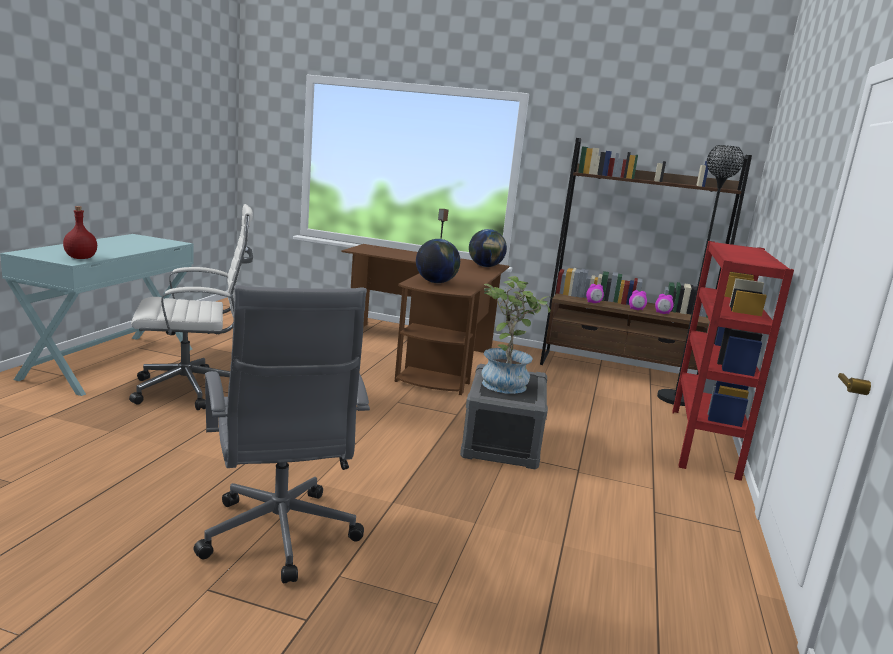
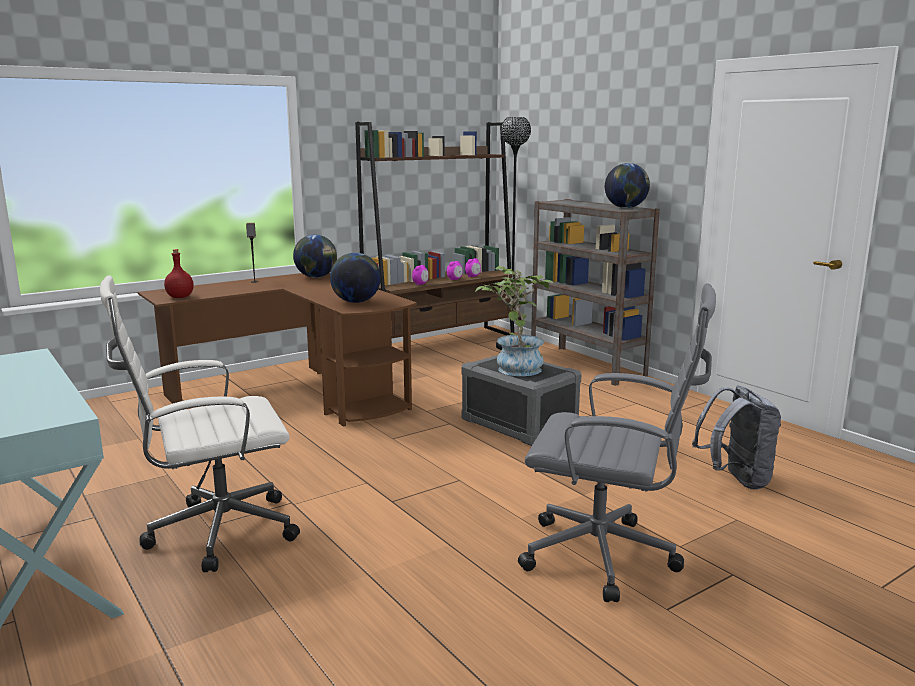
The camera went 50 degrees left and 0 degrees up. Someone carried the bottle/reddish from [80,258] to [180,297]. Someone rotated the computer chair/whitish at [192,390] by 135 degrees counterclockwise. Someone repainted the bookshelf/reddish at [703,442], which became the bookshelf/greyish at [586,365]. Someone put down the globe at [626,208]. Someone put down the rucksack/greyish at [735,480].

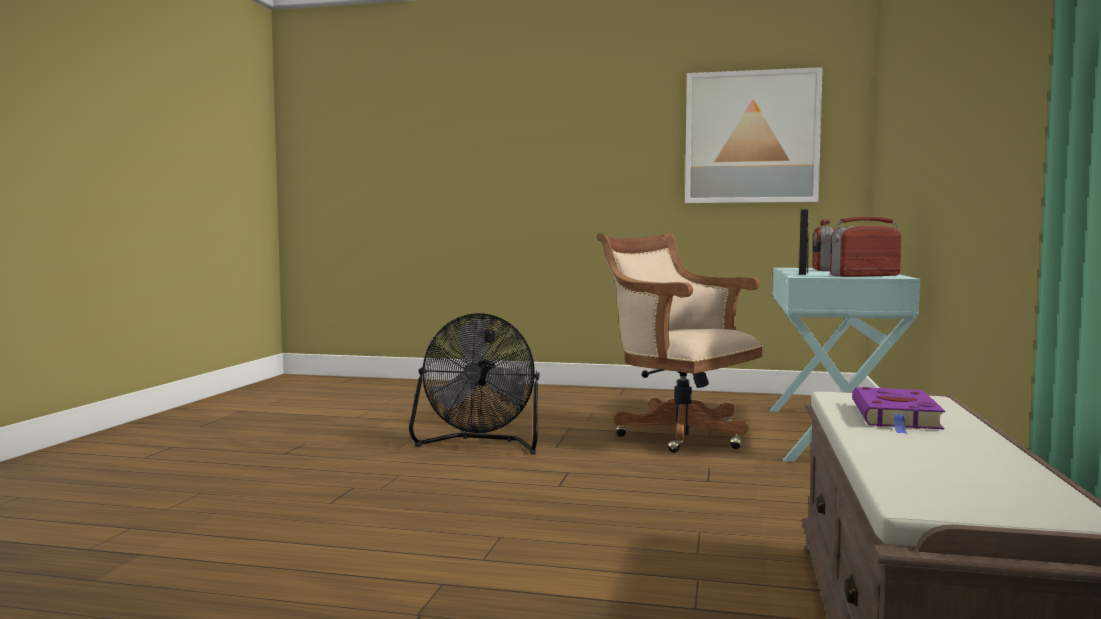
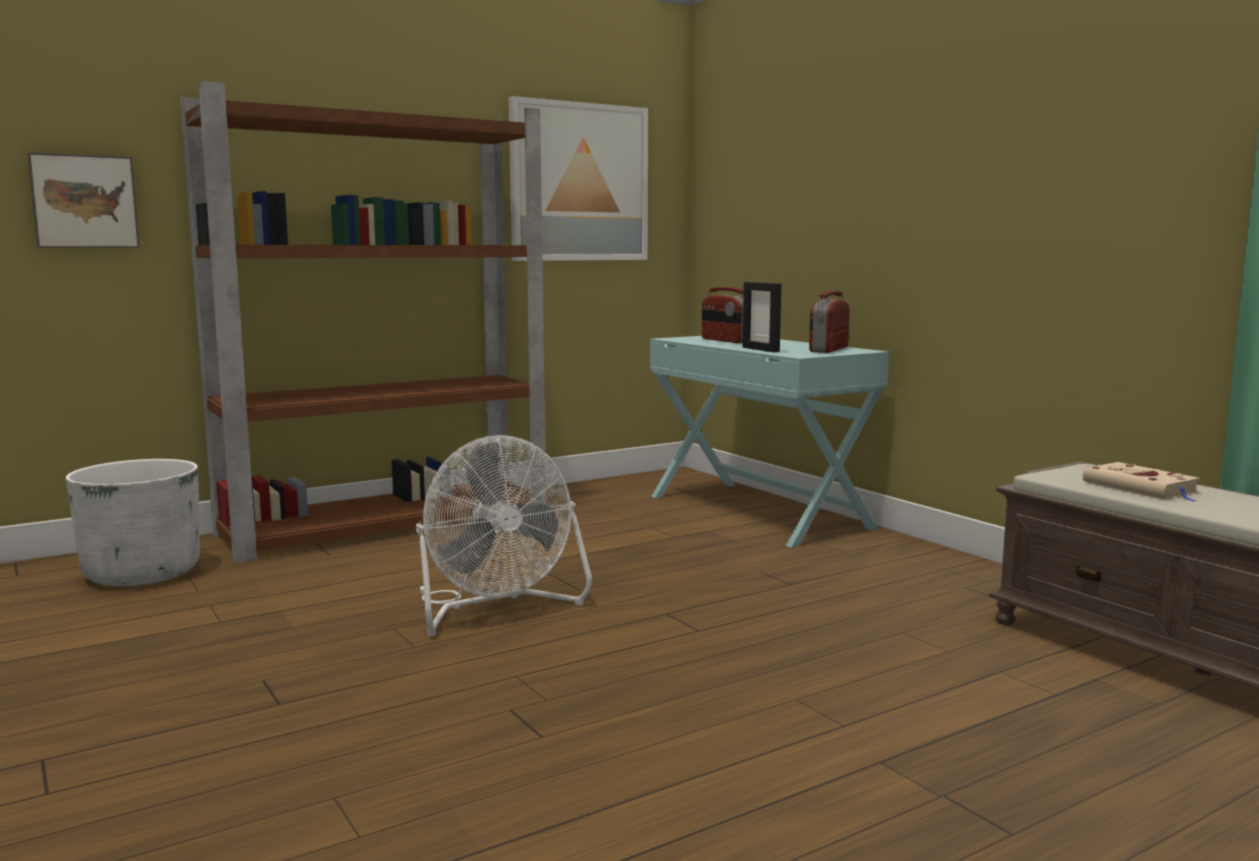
The camera went 45 degrees left and 5 degrees up. Someone repainted the cooling fan/black at [478,443], which became the cooling fan/whitish at [489,610]. Someone took away the computer chair at [677,436]. Someone repainted the book/purple-coloured at [896,417], which became the book/beige at [1142,488]. Someone put up the wall art at [84,201]. Someone put down the flower pot/whitish at [142,573]. Someone put down the bookshelf/brown-coloured at [386,524].

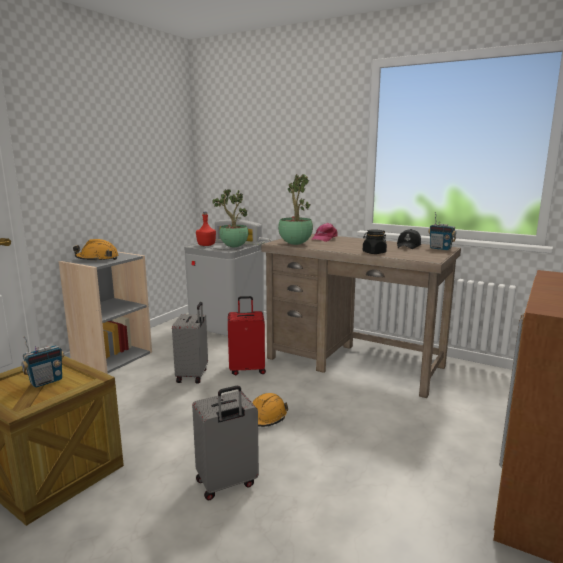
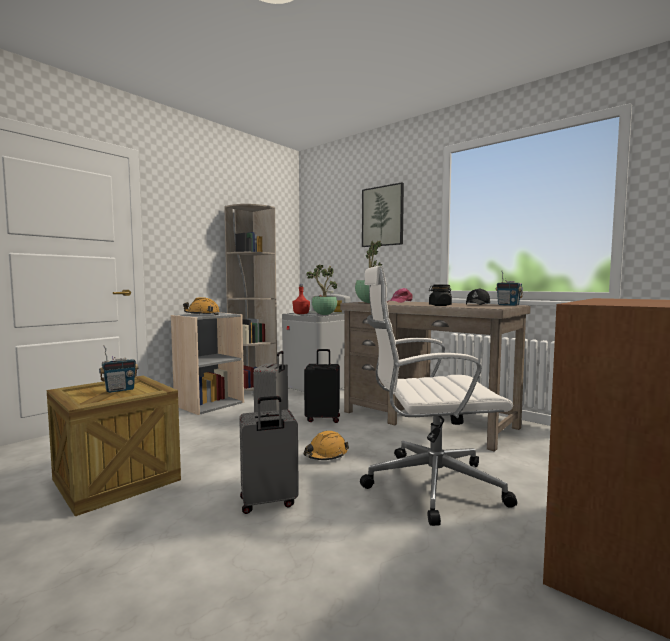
The camera went 10 degrees right and 10 degrees down. Someone repainted the piece of luggage/reddish at [247,369], which became the piece of luggage/black at [323,419]. Someone put down the bookshelf/beige at [253,391]. Someone put down the computer chair/whitish at [429,485]. Someone put up the wall art at [383,216].

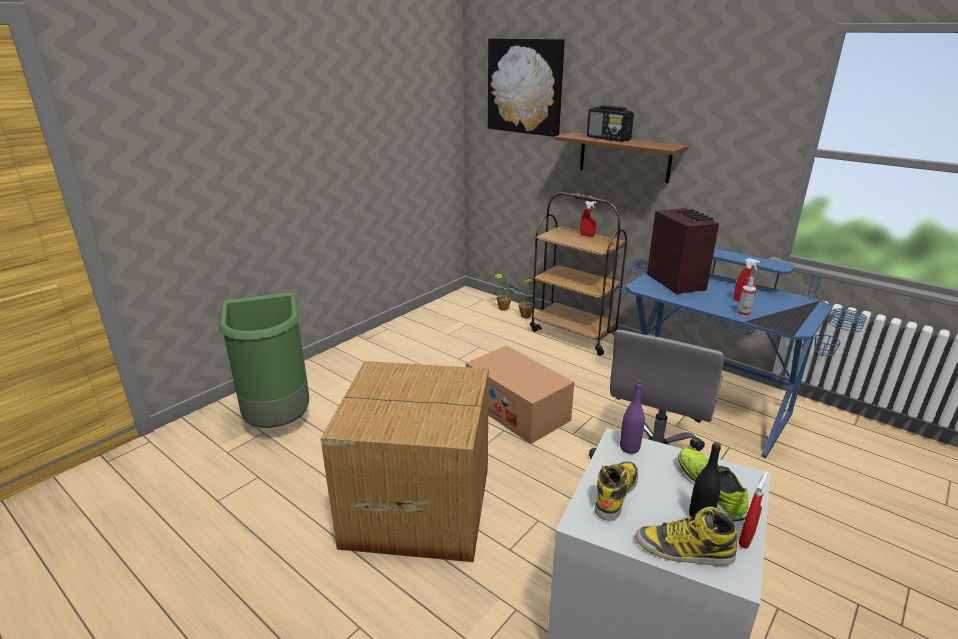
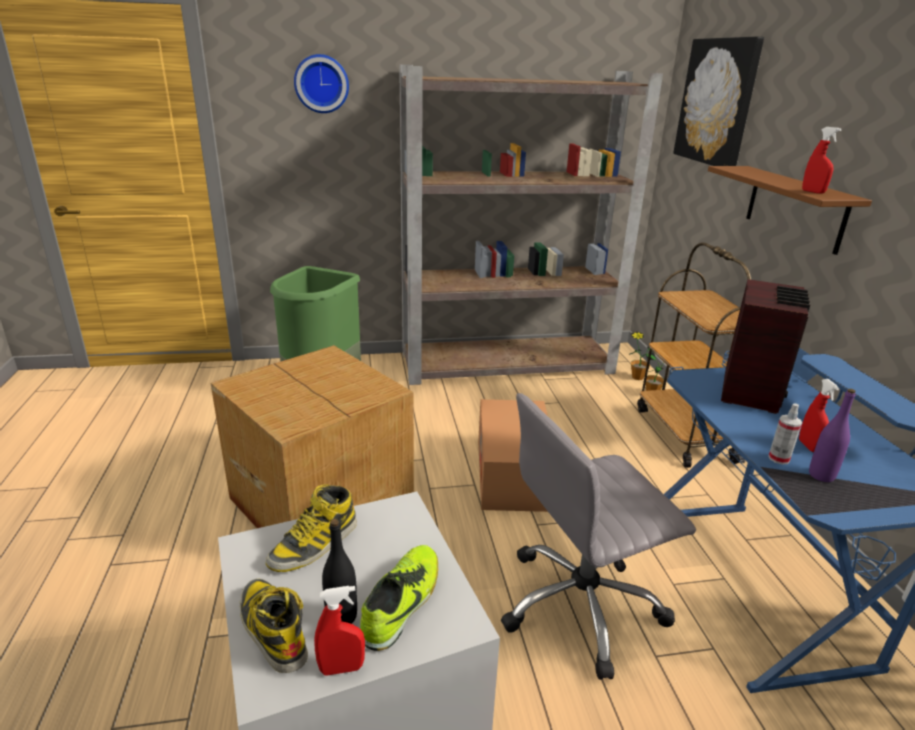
The camera went 40 degrees right and 0 degrees up. Someone carried the hand sprayer/reddish from [587,235] to [813,192]. Someone took away the radio set at [608,139]. Someone rotated the boot at [616,493] by 150 degrees clockwise. Someone carried the bottle/purple-coloured from [629,448] to [821,475]. Someone put up the wall clock at [321,84]. Someone put down the bookshelf/brown-coloured at [507,363].

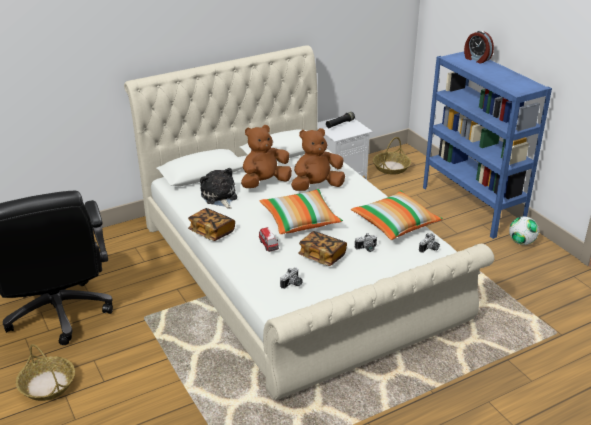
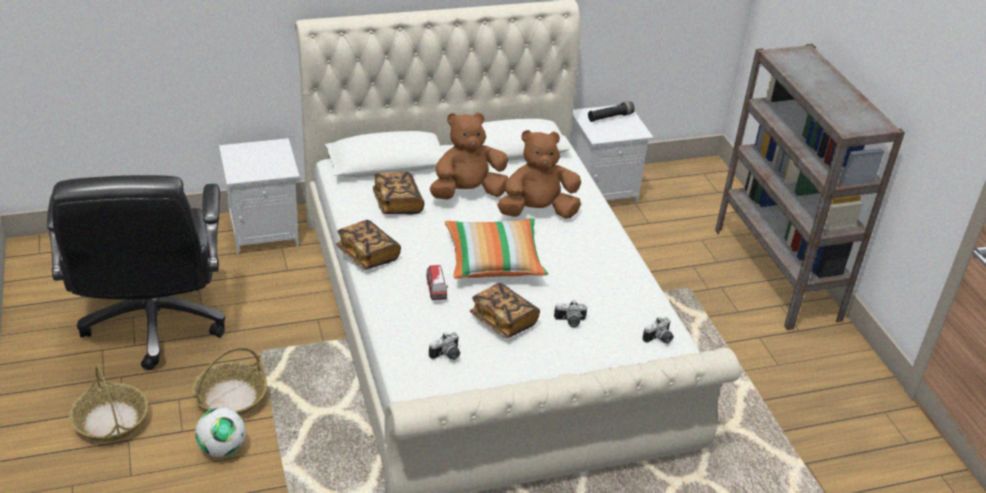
The camera went 10 degrees right and 5 degrees up. Someone swapped the cuddly toy at [219,197] for the book at [397,203]. Someone took away the pillow at [395,224]. Someone carried the basket from [391,167] to [231,397]. Someone repainted the bookshelf/blue at [472,206], which became the bookshelf/greyish at [776,274]. Someone took away the bedside clock at [476,59]. Someone carried the football from [521,242] to [222,448]. Someone put down the bedside table/greyish at [265,230].

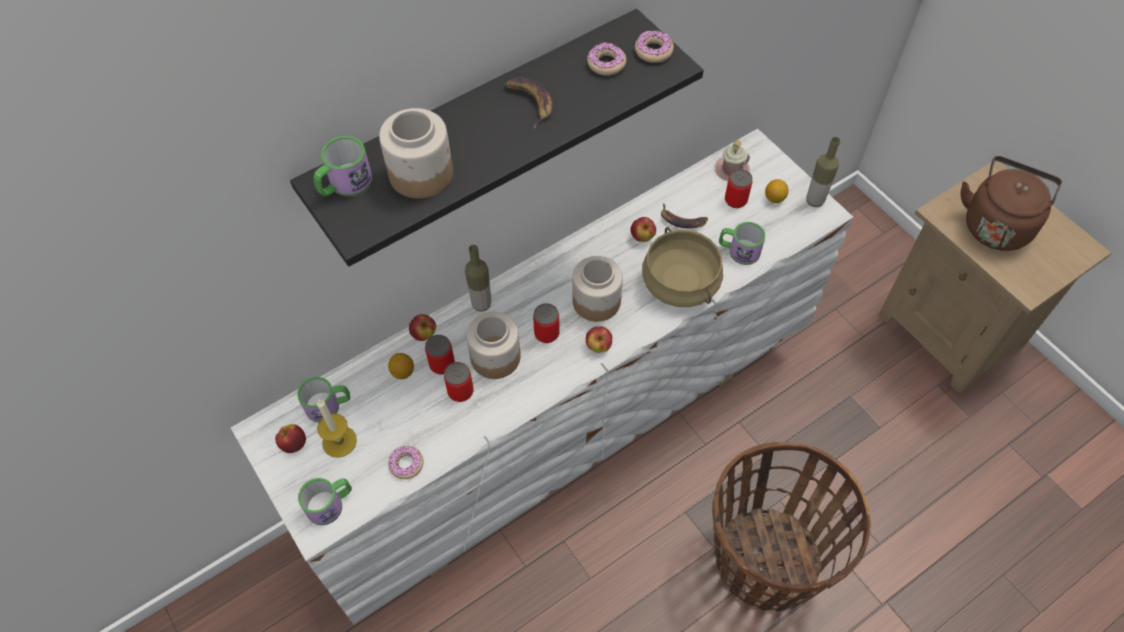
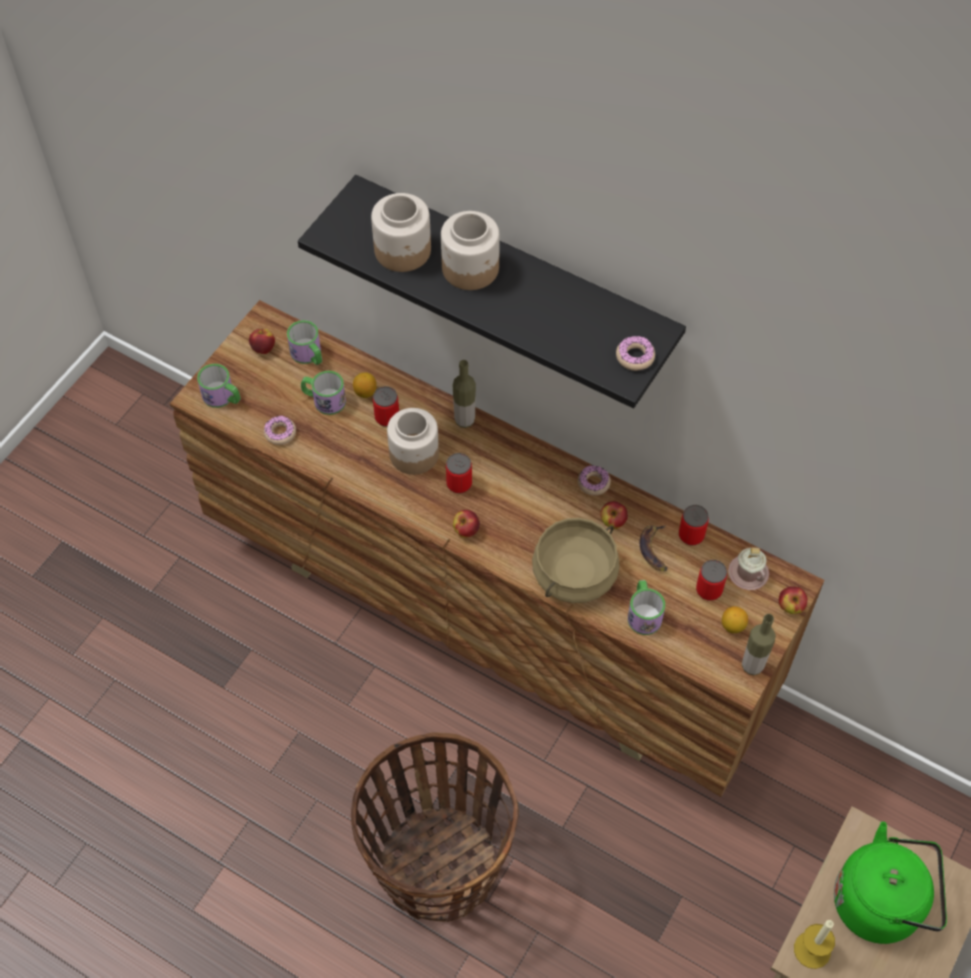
The camera went 65 degrees right and 0 degrees up. Someone repainted the cupboard/whitish at [564,434], which became the cupboard/brown-coloured at [488,622]. Someone carried the mug from [344,184] to [324,400]. Someone carried the wax candle from [339,441] to [812,950]. Someone carried the apple from [424,334] to [790,606]. Someone carried the can from [460,391] to [691,535]. Someone took away the banana at [529,102]. Someone carried the preserve jar from [597,301] to [471,268]. Someone carried the ring doughnut from [606,63] to [593,483]. Someone repainted the kettle/brown-coloured at [997,224], which became the kettle/green at [882,902].

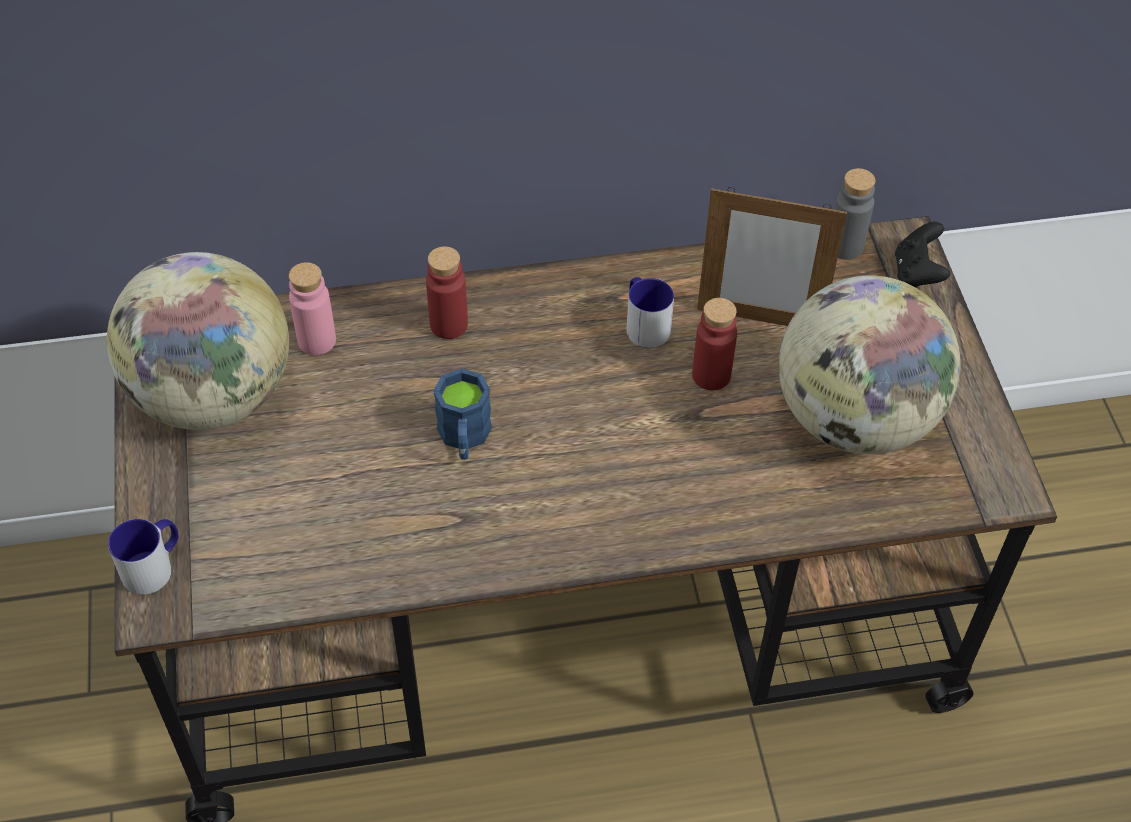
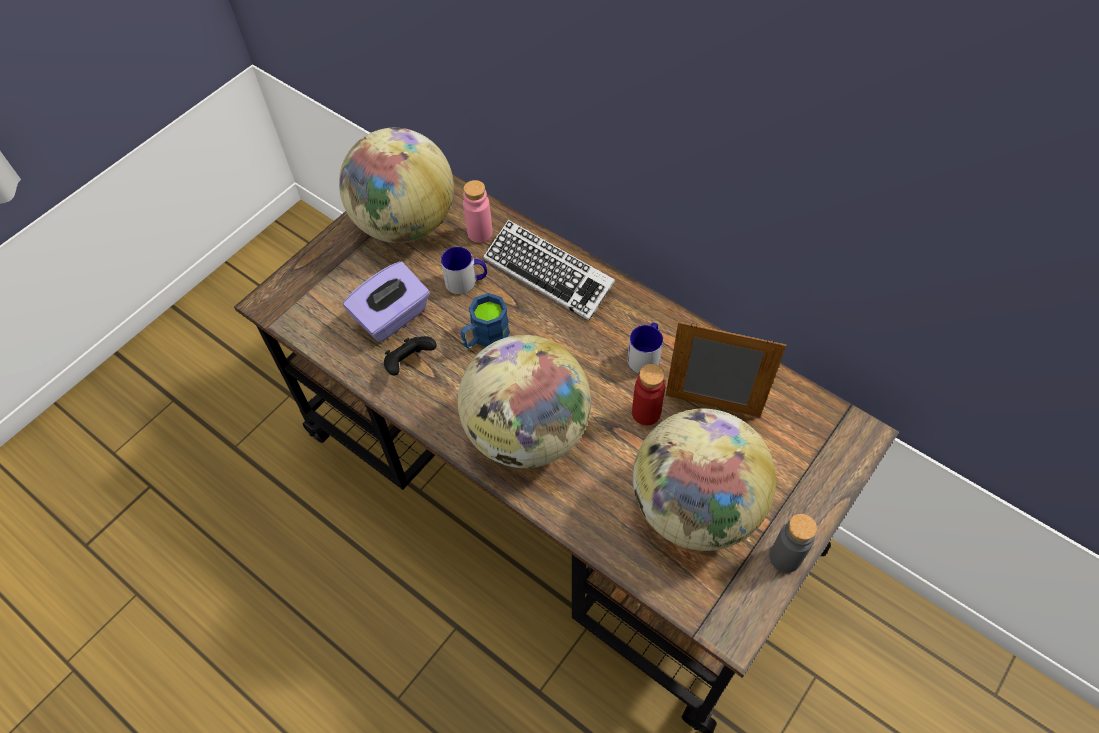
The camera went 50 degrees right and 5 degrees up. Someone carried the mug from [154,566] to [466,281]. Someone swapped the bottle/reddish at [449,324] for the PC keyboard at [548,274]. Someone rotated the picture frame at [759,320] by 135 degrees clockwise. Someone carried the bottle/greyish from [845,246] to [785,557]. Someone carried the gamepad/black from [917,273] to [409,363]. Someone put down the tissue box/purple-coloured at [392,317]. Someone put down the globe at [527,433].

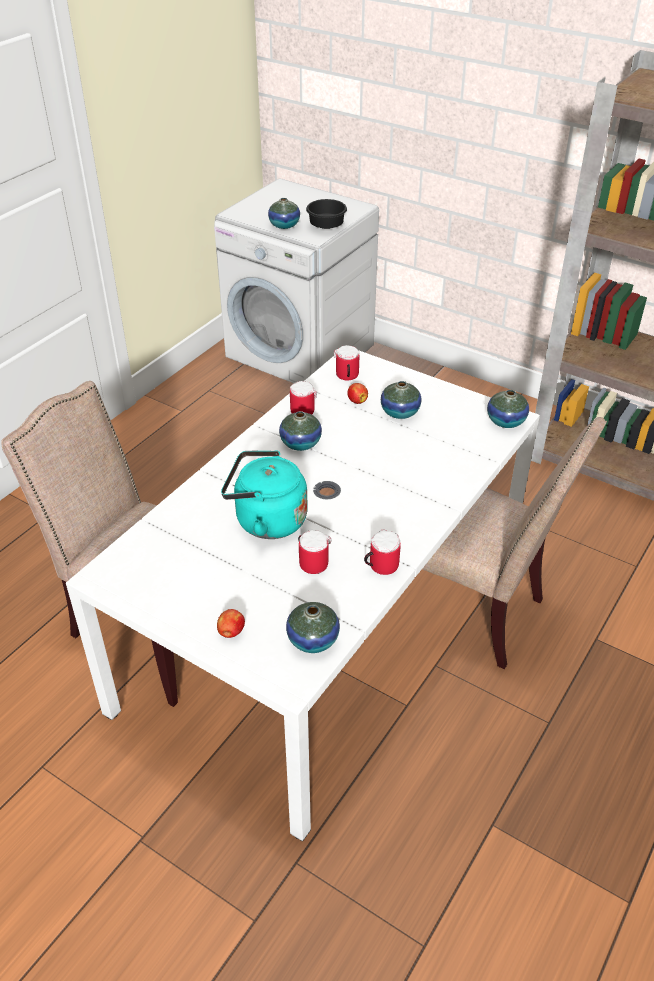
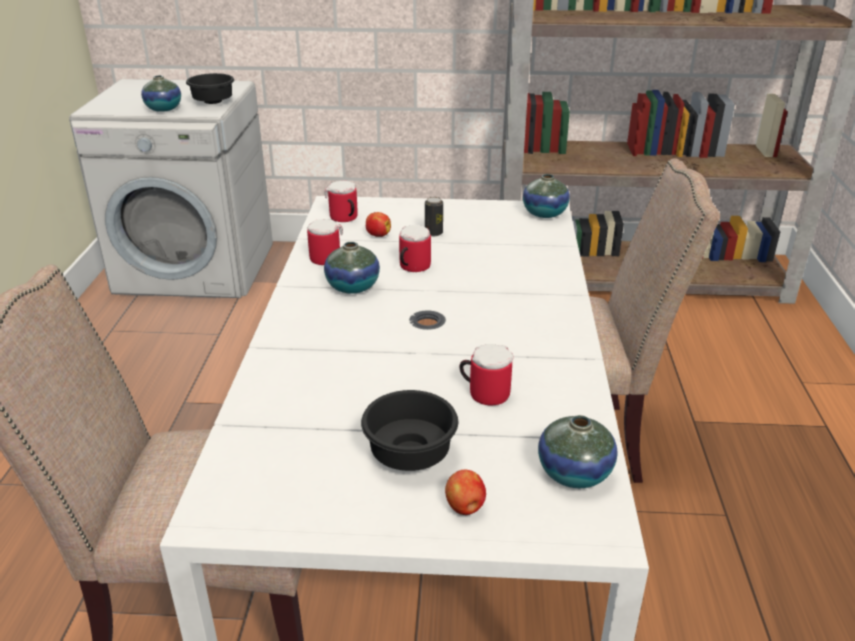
The camera went 30 degrees left and 10 degrees down. Someone took away the kettle/turquoise-coloured at [266,520]. Someone carried the mug from [379,565] to [411,267]. Someone swapped the vase at [400,412] for the can at [433,233]. Someone put down the serving bowl/black at [407,453].

